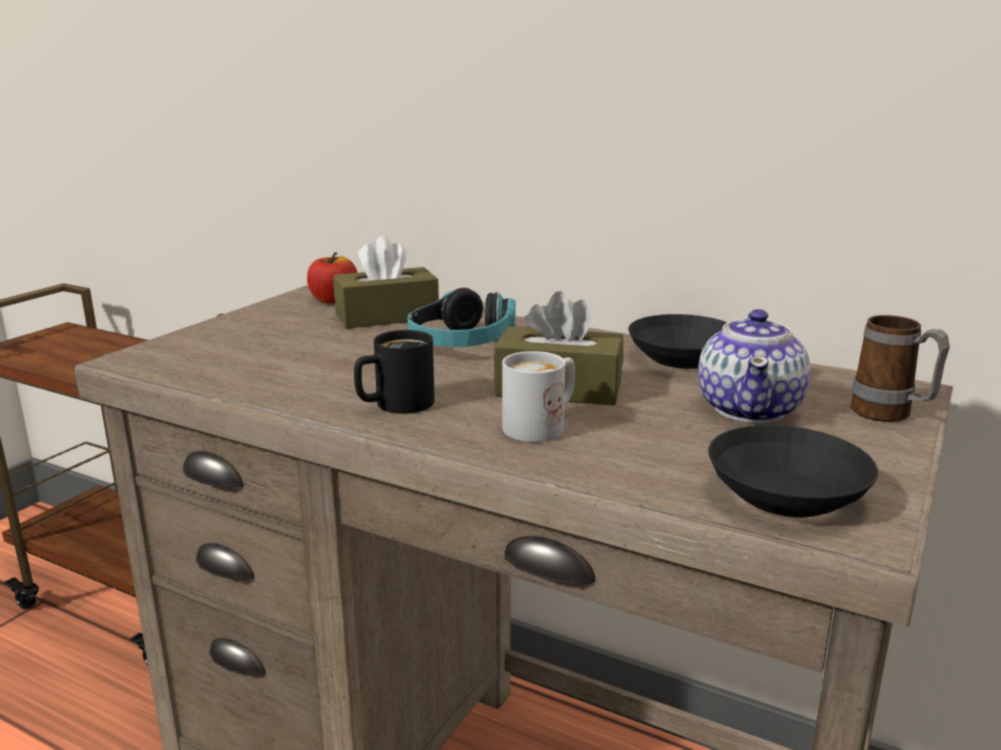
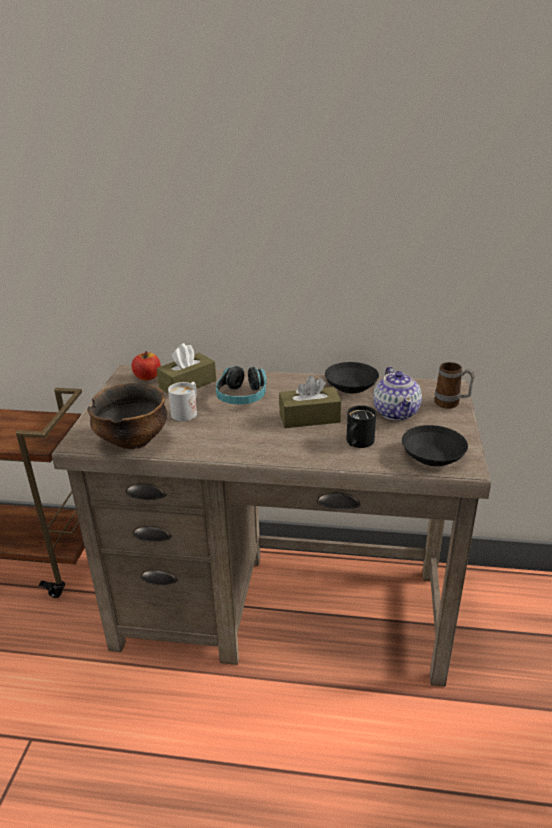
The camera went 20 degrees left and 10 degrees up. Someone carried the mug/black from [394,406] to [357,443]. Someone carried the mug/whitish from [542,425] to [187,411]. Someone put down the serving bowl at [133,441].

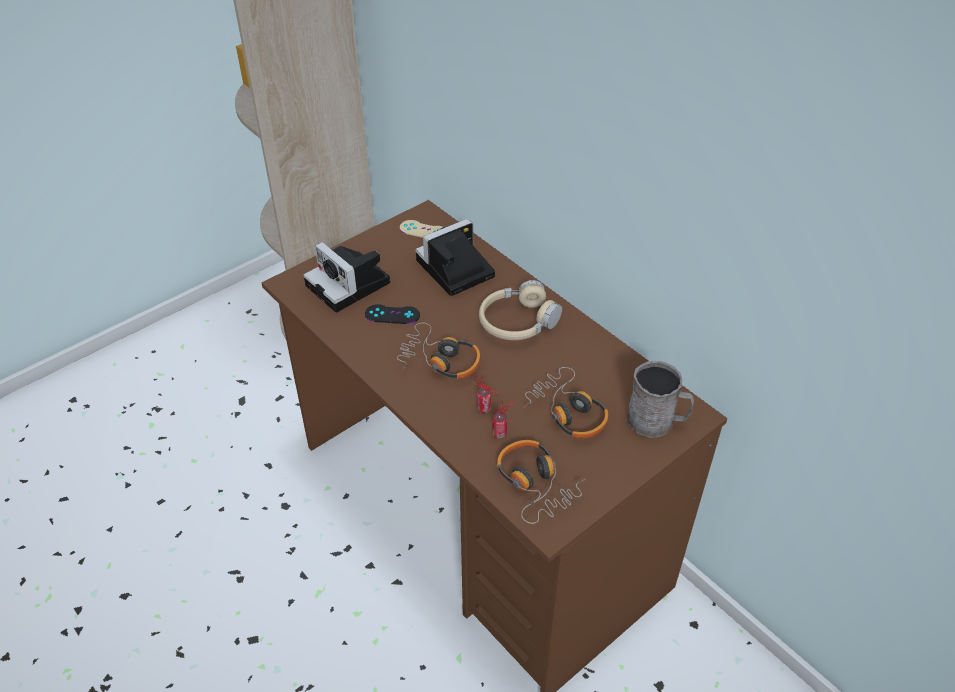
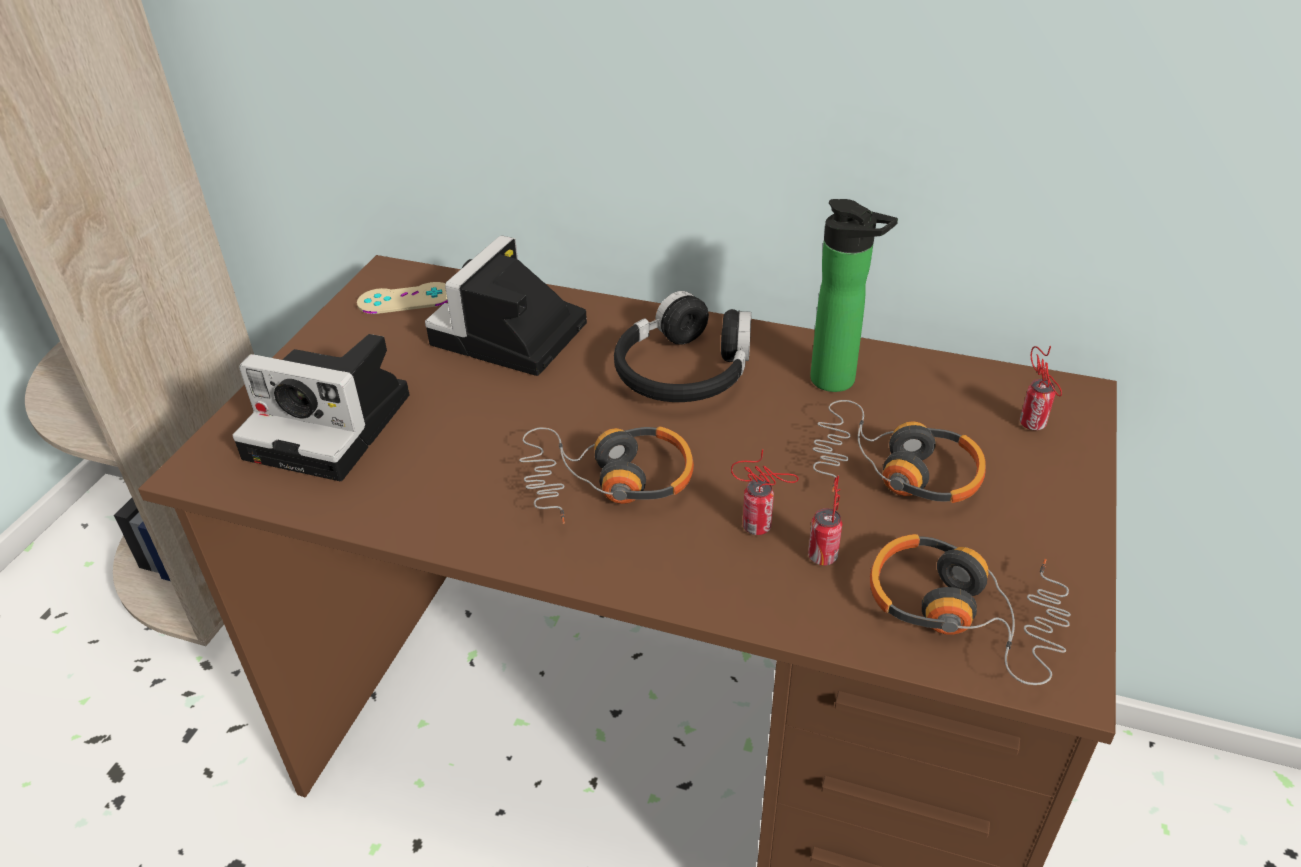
The camera went 30 degrees left and 5 degrees down. Someone took away the gamepad/black at [392,314]. Someone repainted the headphones/beige at [517,322], which became the headphones/black at [685,372]. Someone swapped the mug/greyish at [657,421] for the can at [1034,426]. Someone put down the bottle at [839,382].

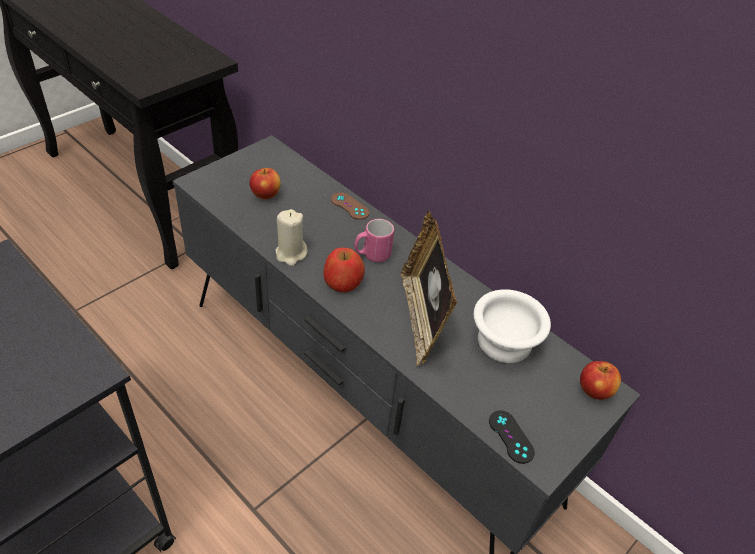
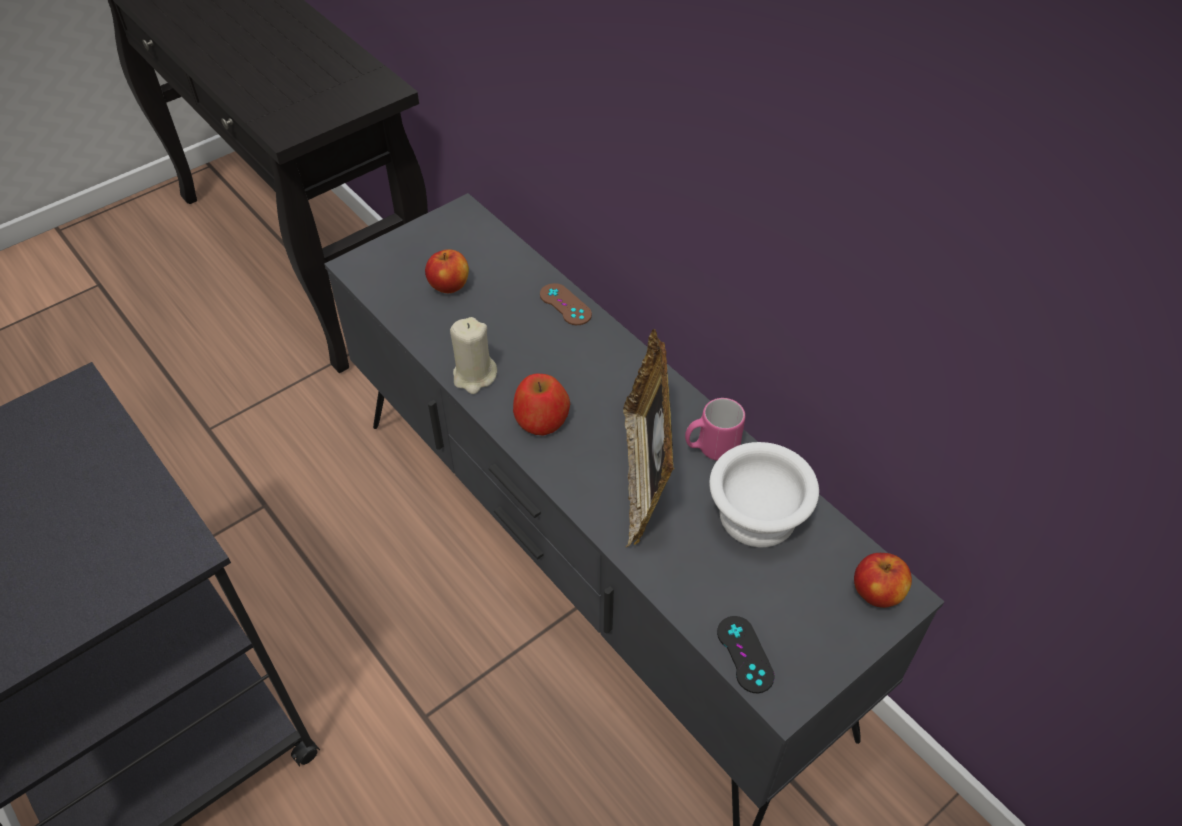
The camera went 10 degrees right and 5 degrees up. Someone carried the mug/pinkish from [372,255] to [711,448].

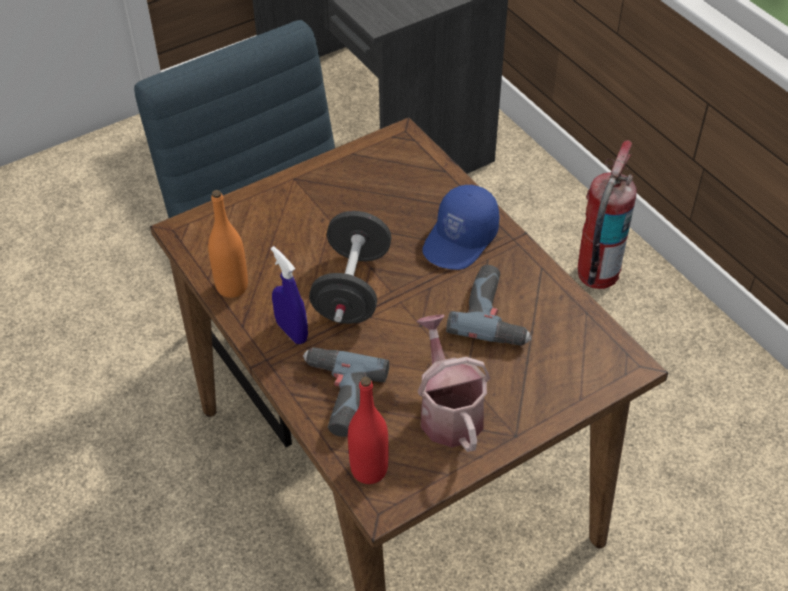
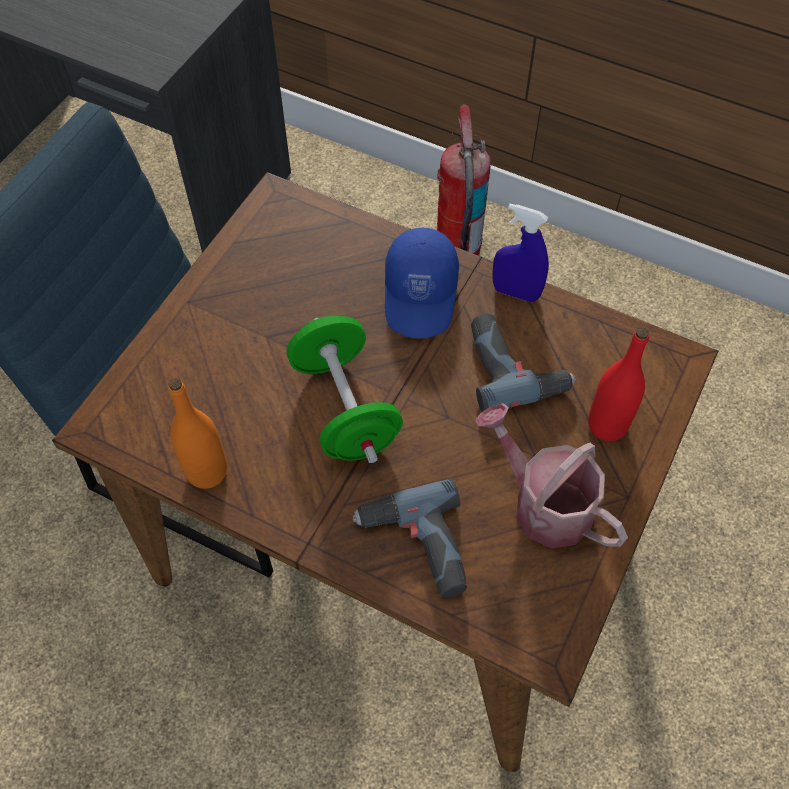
The camera went 30 degrees left and 10 degrees up. Someone carried the hand sprayer/blue from [291,332] to [516,292]. Someone repainted the free weight/black at [352,288], which became the free weight/green at [345,408]. Someone carried the bottle/reddish from [369,470] to [607,425].

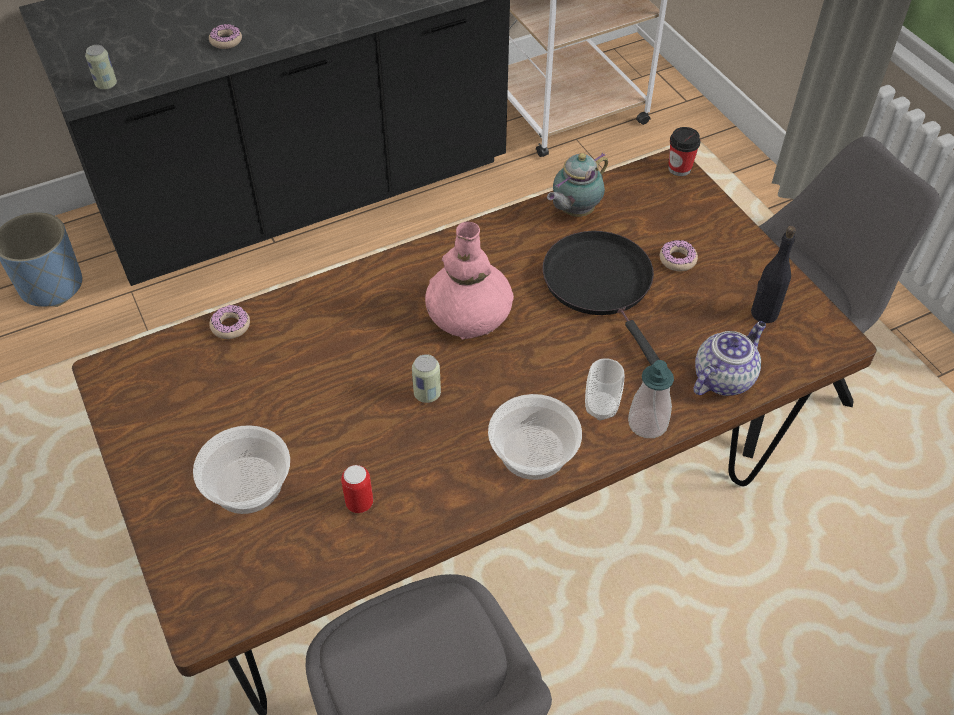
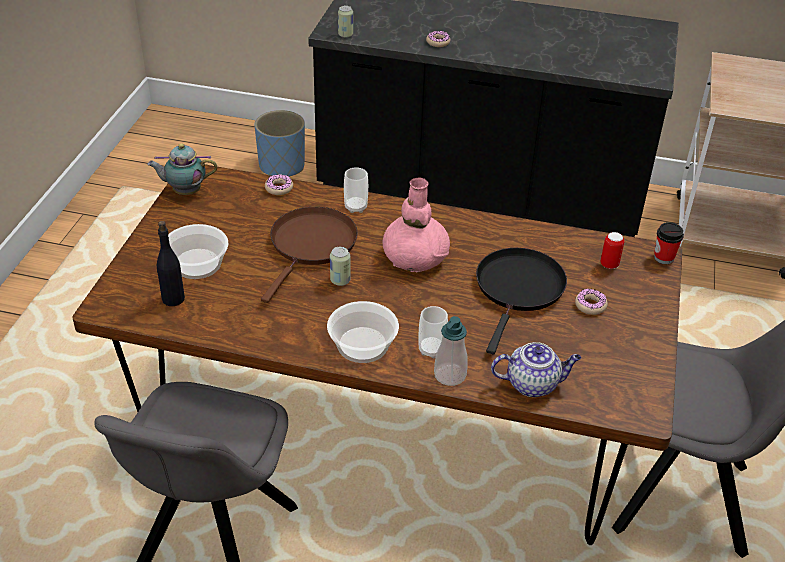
The camera went 40 degrees right and 10 degrees down. Someone carried the can from [359,503] to [609,265]. Someone carried the tea pot from [574,211] to [185,191]. Someone carried the bottle/black from [763,313] to [173,299]. Someone put down the skillet/brown-coloured at [311,245]. Someone put down the drinking cup at [356,207].

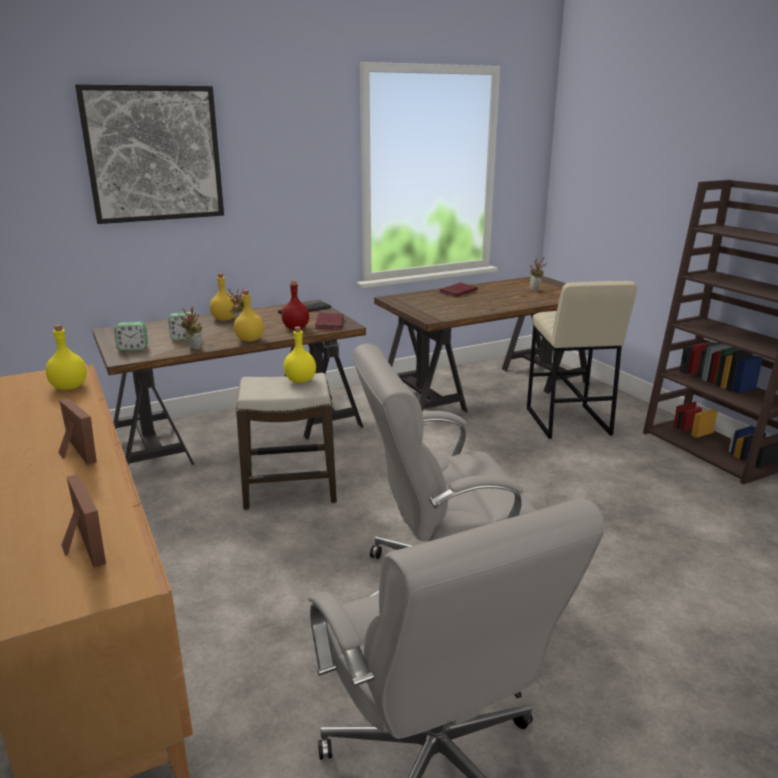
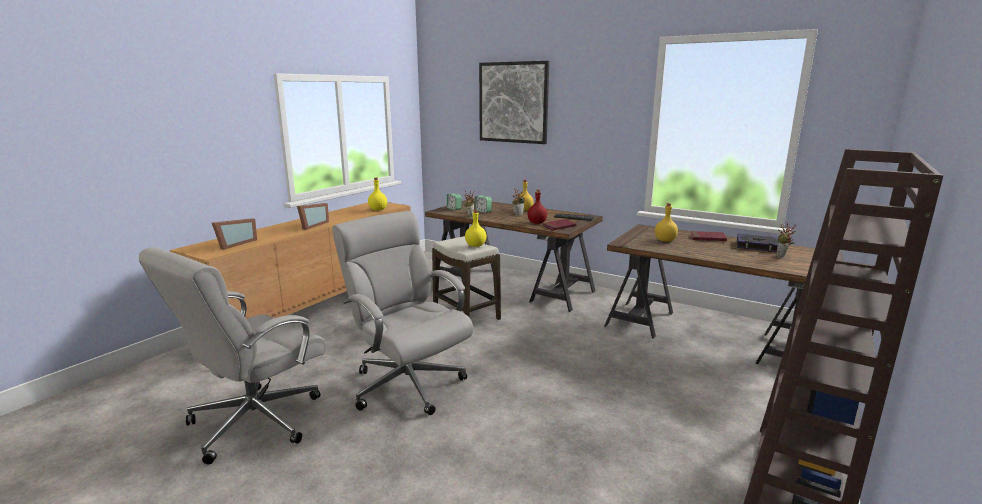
The camera went 60 degrees right and 5 degrees down. Someone carried the bottle/yellow from [249,340] to [664,240]. Someone took away the stool seat/beige at [568,422]. Someone put down the book at [758,246].

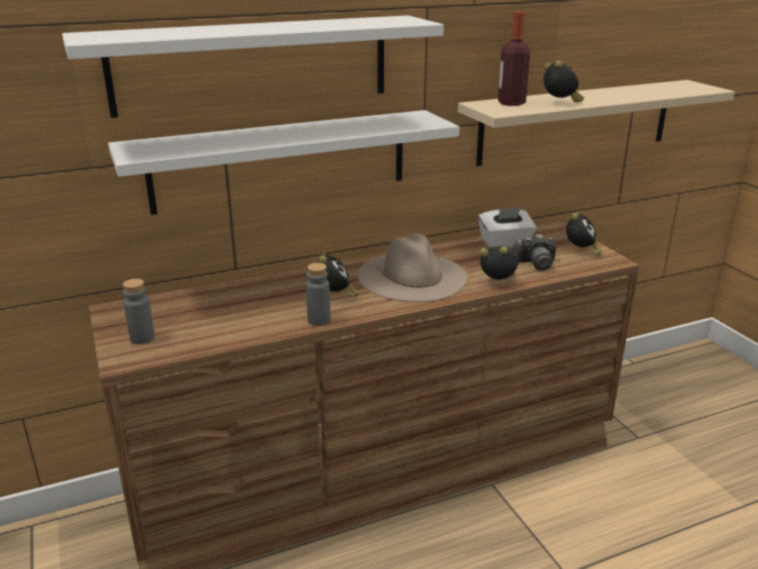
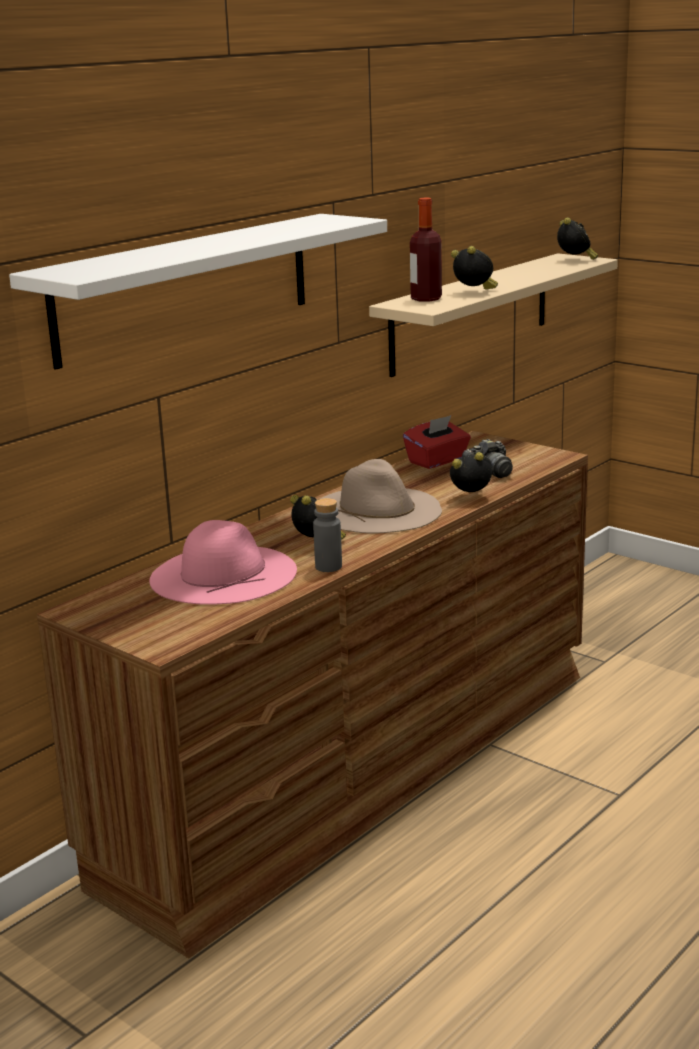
The camera went 25 degrees left and 5 degrees down. Someone took away the shelf/whitish at [281,161]. Someone took away the bottle/greyish at [142,338]. Someone repainted the tissue box/whitish at [505,243], which became the tissue box/reddish at [437,461]. Someone carried the bedside clock from [581,251] to [575,260]. Someone put down the hat/pinkish at [223,574].

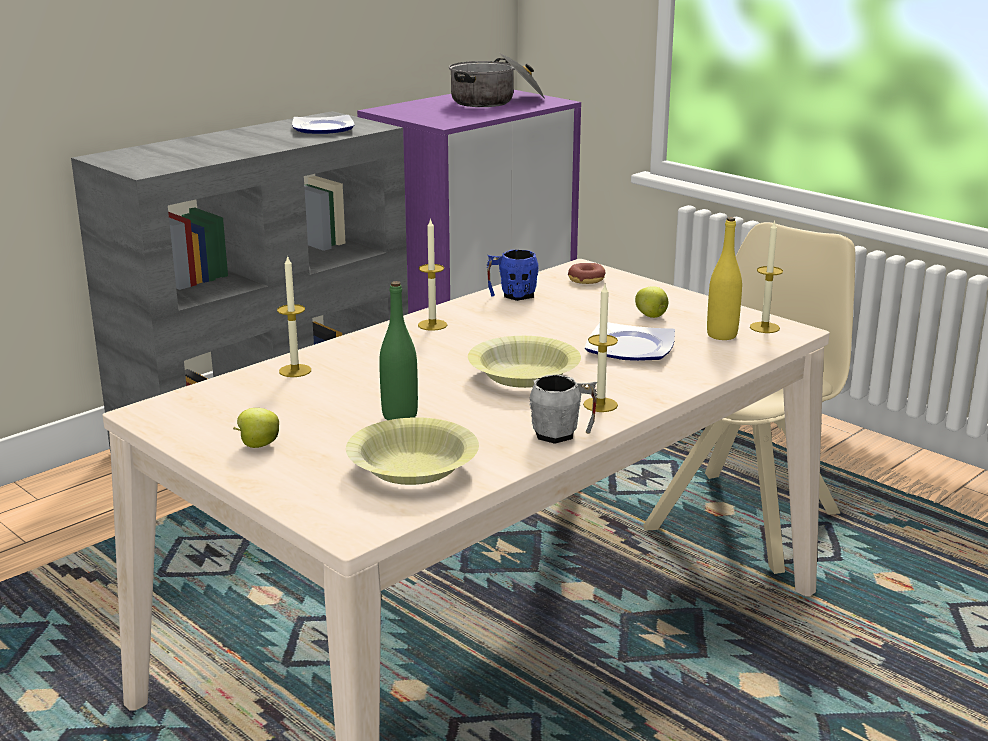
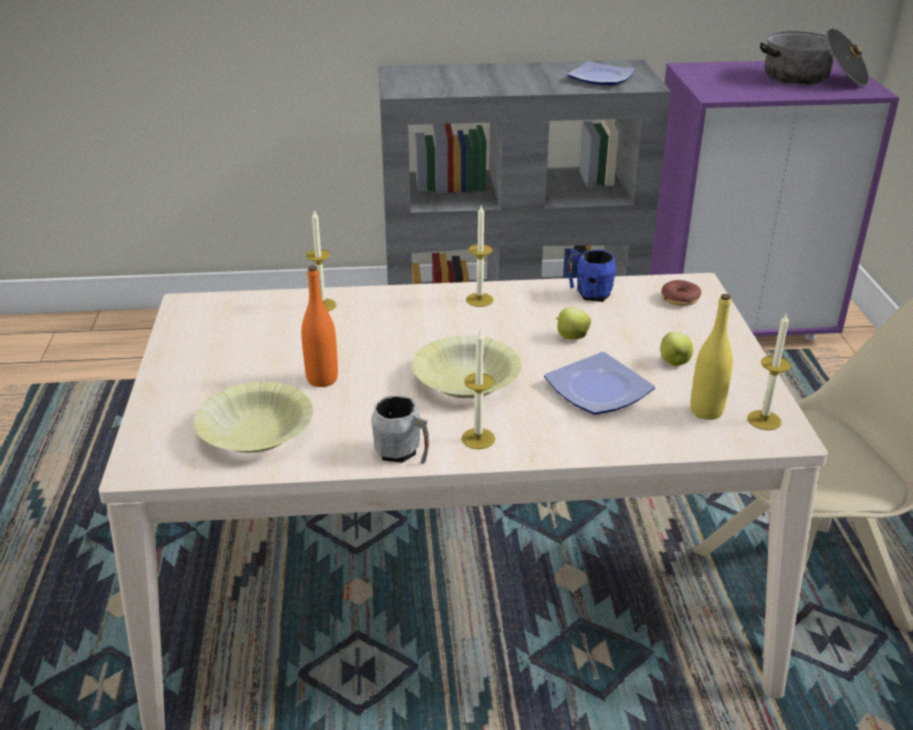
The camera went 40 degrees right and 10 degrees up. Someone carried the apple from [257,445] to [571,337]. Someone repainted the bottle/green at [399,416], which became the bottle/orange-coloured at [322,379].

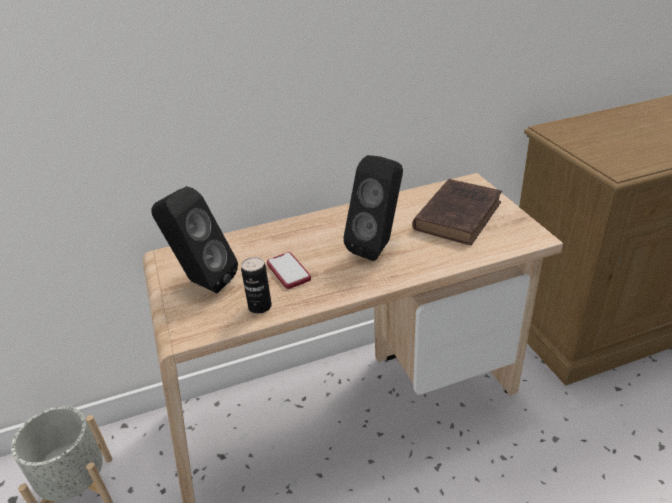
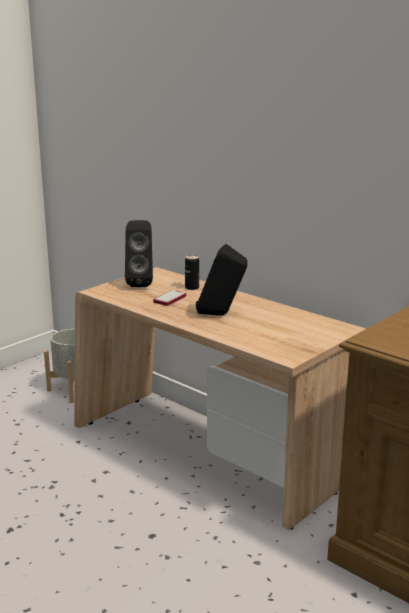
The camera went 60 degrees right and 15 degrees down. Someone carried the can from [260,306] to [192,288]. Someone took away the book/brown-coloured at [458,215].

